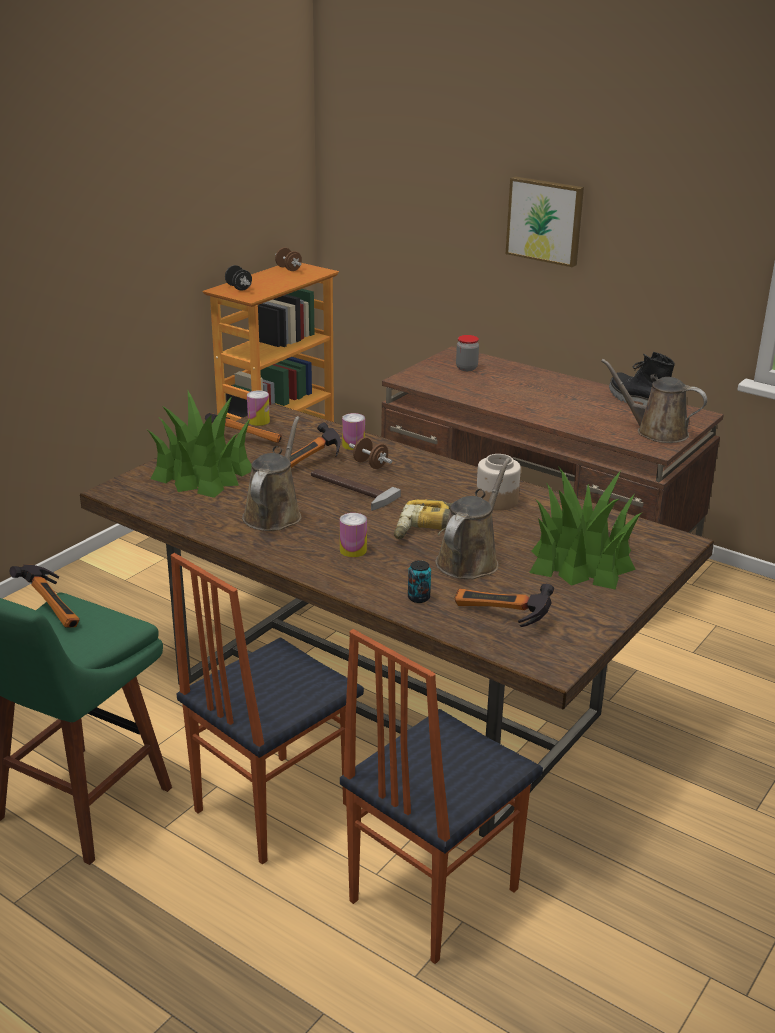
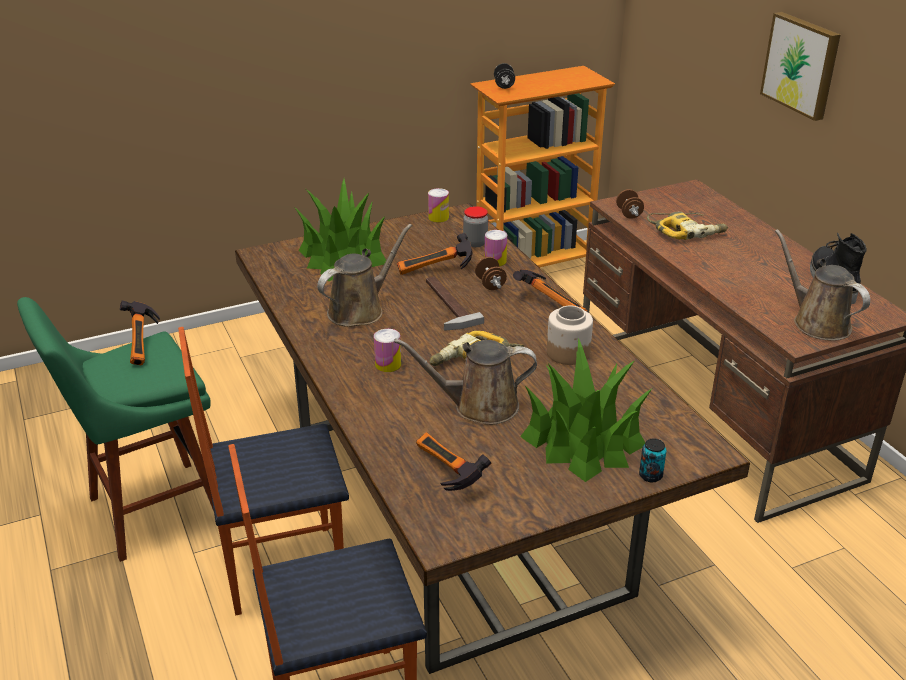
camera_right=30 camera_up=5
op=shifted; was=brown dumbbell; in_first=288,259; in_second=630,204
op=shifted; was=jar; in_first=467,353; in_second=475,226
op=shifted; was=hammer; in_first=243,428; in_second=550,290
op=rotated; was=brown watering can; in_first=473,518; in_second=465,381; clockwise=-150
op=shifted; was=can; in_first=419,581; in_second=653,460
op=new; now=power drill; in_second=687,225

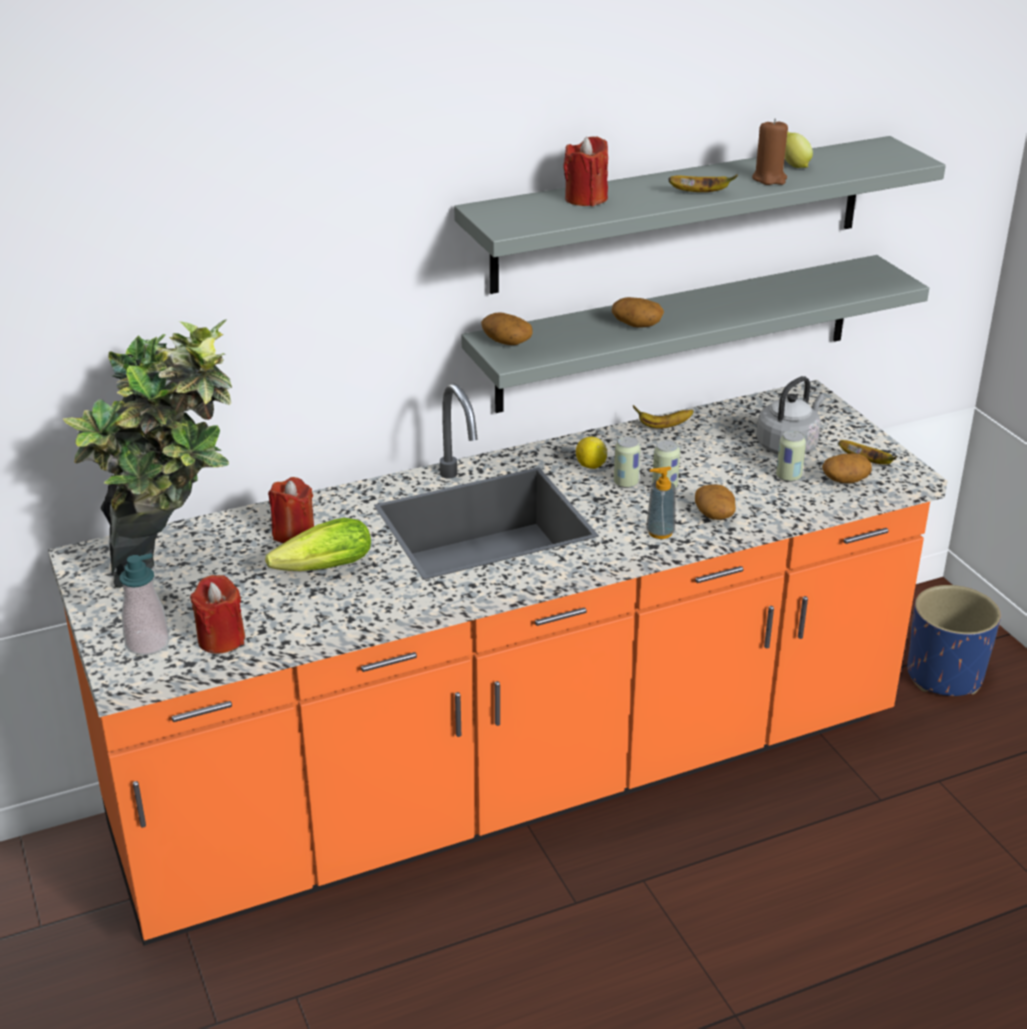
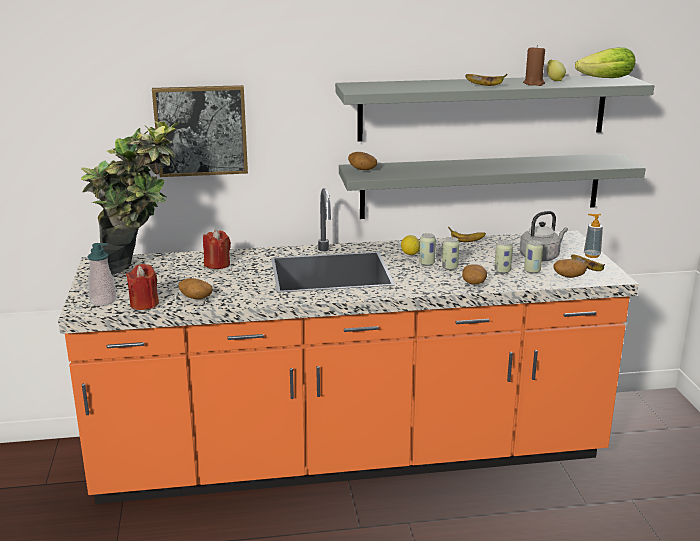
camera_right=15 camera_up=-10
op=gone; was=red candle; in_first=585,171
op=shifted; was=potato; in_first=638,312; in_second=195,288
op=shifted; was=soap dispenser; in_first=661,503; in_second=593,236
op=shifted; was=lettuce; in_first=318,544; in_second=605,62
op=gone; was=blue planter; in_first=954,640
op=new; now=picture; in_second=200,131
op=new; now=can; in_second=503,257

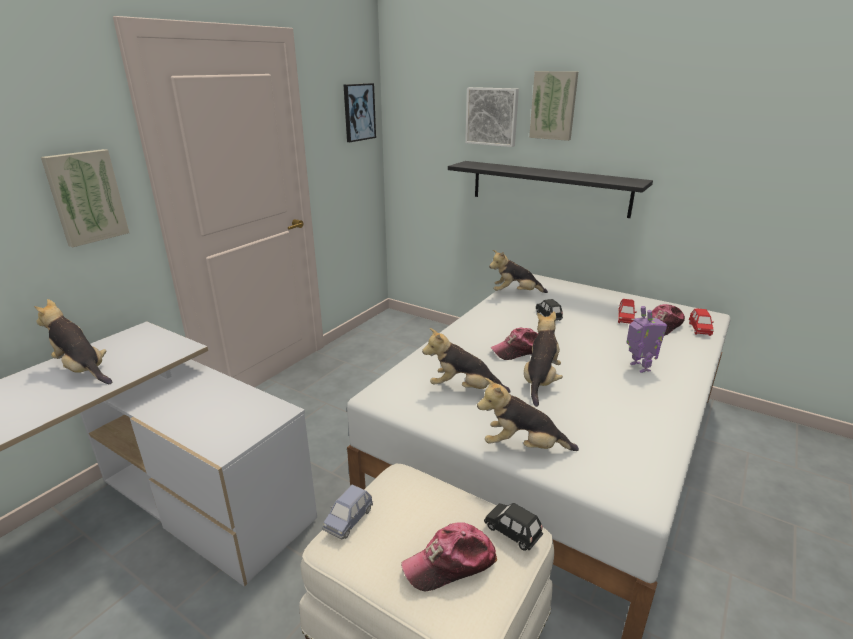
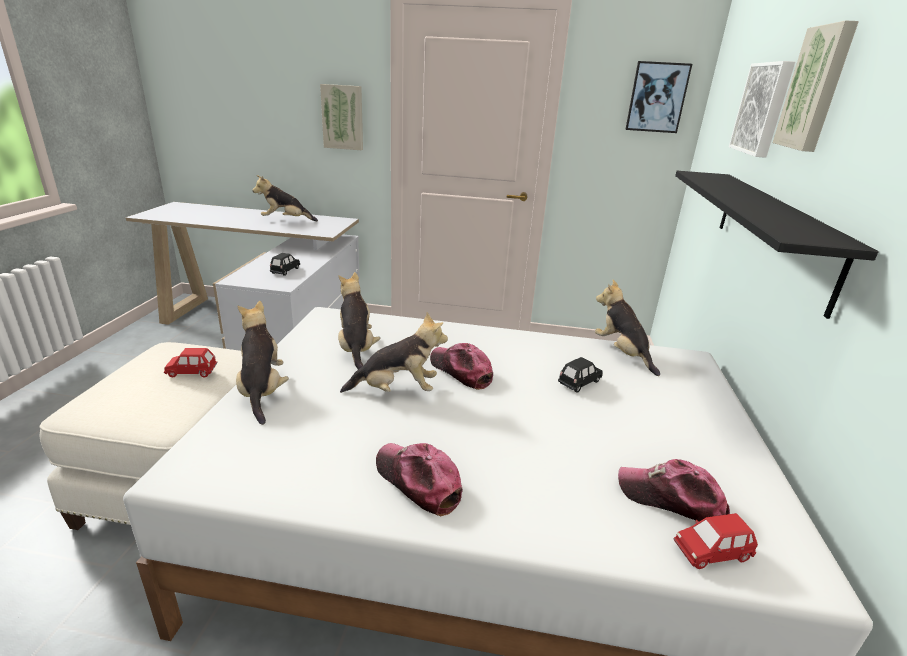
camera_right=65 camera_up=0
op=rotated; was=plush toy; in_first=73,341; in_second=285,198; clockwise=-105
op=shifted; was=red toy car; in_first=627,311; in_second=190,362
op=gone; was=toy robot; in_first=646,339
op=gone; was=blue toy car; in_first=347,511
op=shifted; was=black toy car; in_first=513,527; in_second=285,264
op=shifted; was=cap; in_first=449,556; in_second=419,479

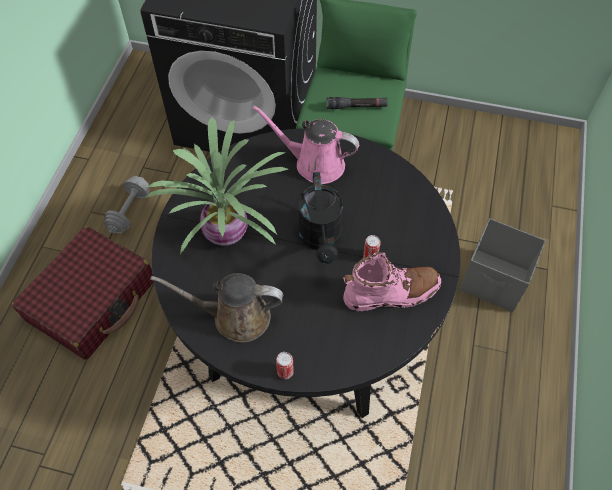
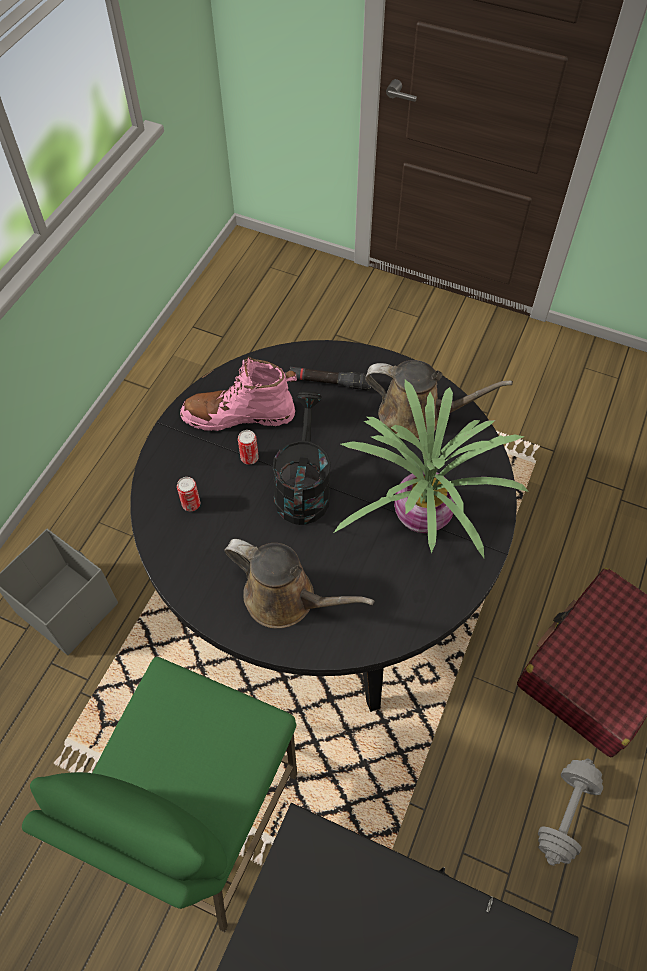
camera_right=-170 camera_up=0
op=shifted; was=black flashlight; in_first=357,103; in_second=330,378
op=repainted; was=pink watering can; now=brown watering can; in_first=305,144; in_second=299,583
op=shifted; was=can; in_first=285,365; in_second=188,494

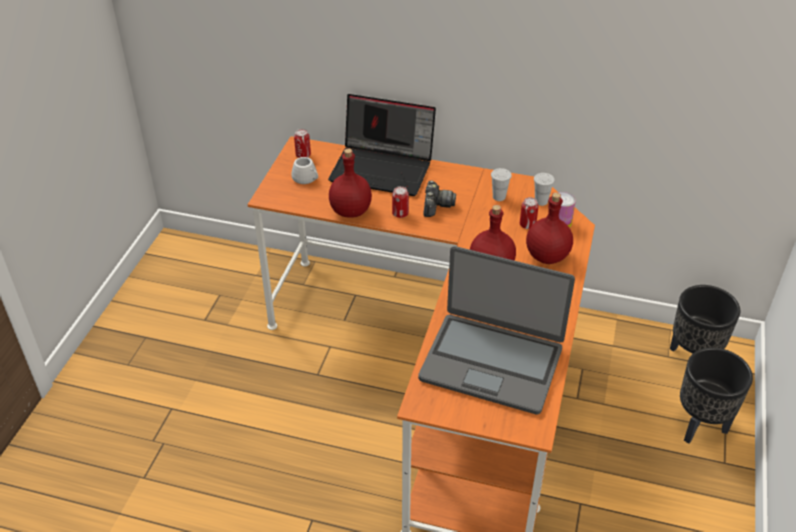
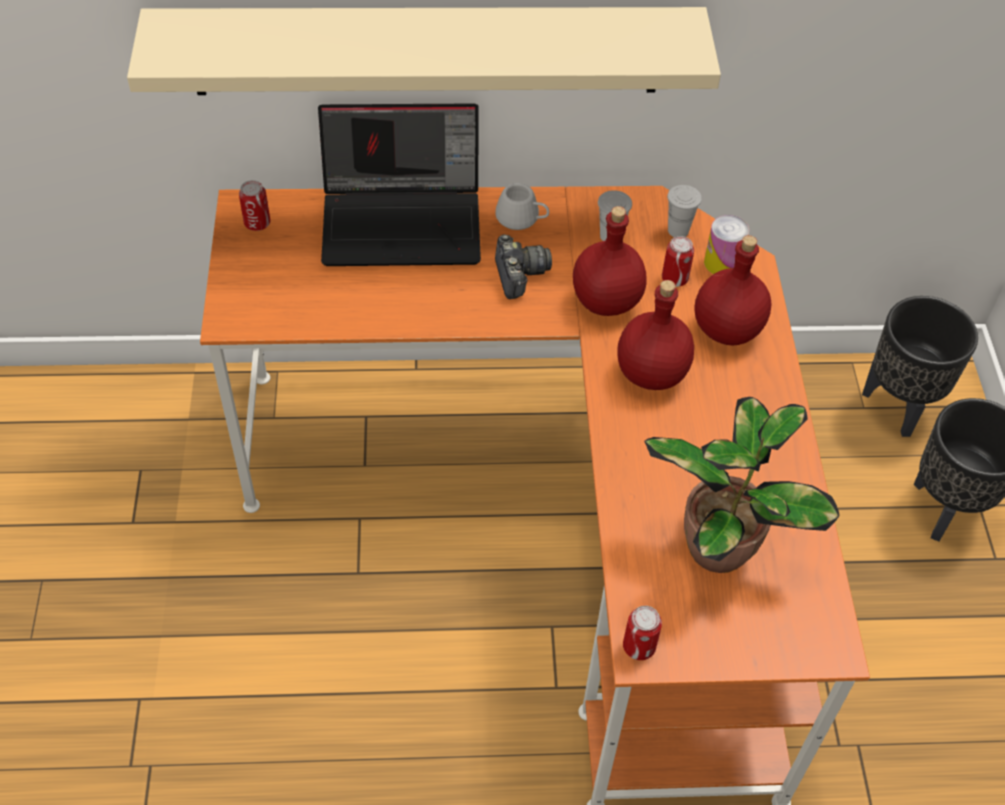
camera_right=-20 camera_up=10
op=shifted; was=red bottle; in_first=350,183; in_second=610,261
op=shifted; was=white mug; in_first=304,170; in_second=522,206
op=shifted; was=can; in_first=400,202; in_second=642,633
op=swapped; was=laptop; now=potted plant; in_first=496,330; in_second=742,485
op=new; now=beige shelf; in_second=424,51

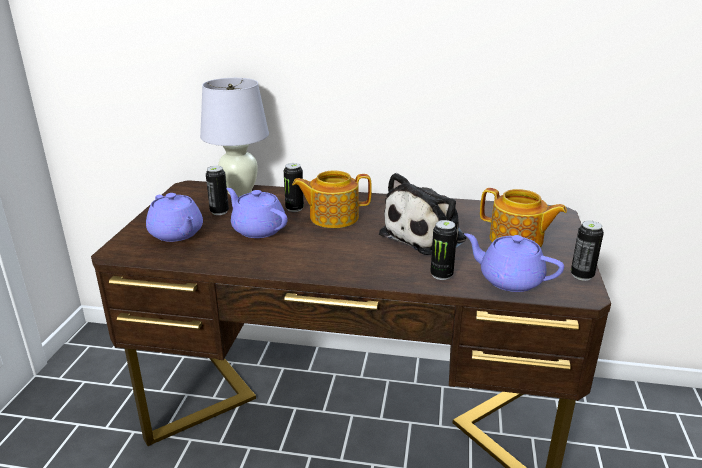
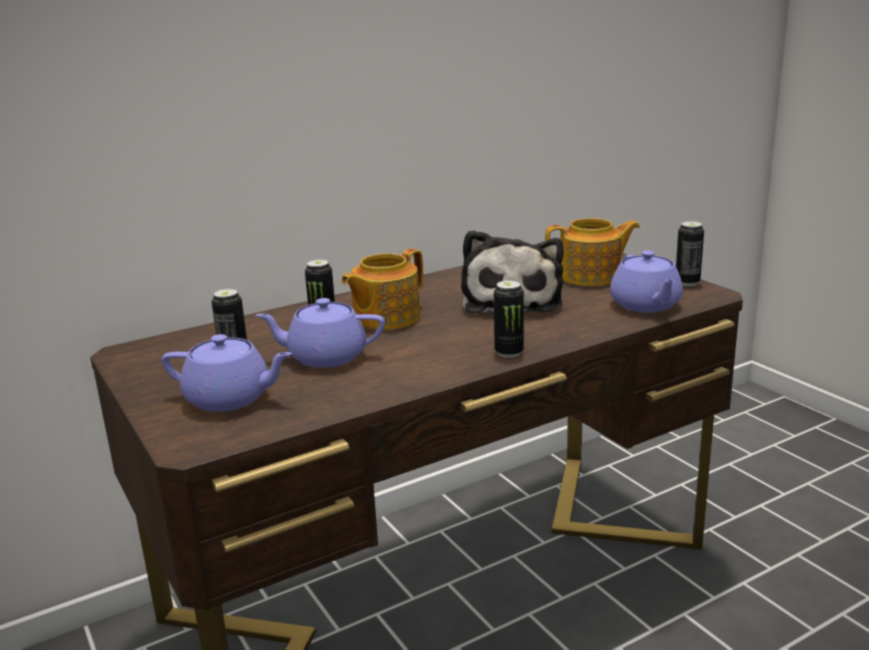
camera_right=-40 camera_up=-5
op=gone; was=white table lamp; in_first=234,137
op=shifted; was=can; in_first=443,250; in_second=509,319
op=rotated; was=purple teapot; in_first=514,262; in_second=646,281; clockwise=-90

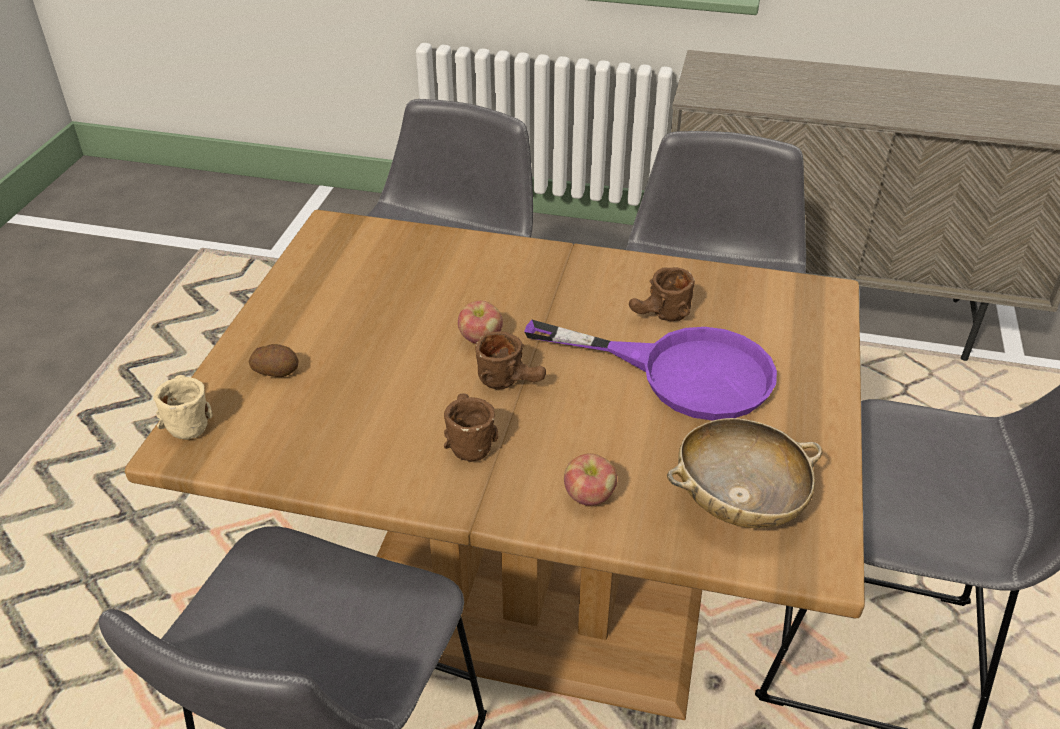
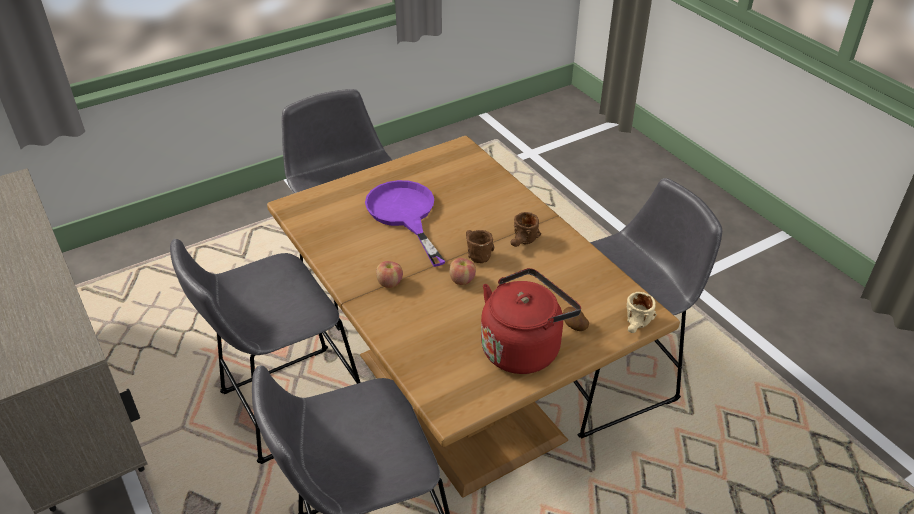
camera_right=-135 camera_up=0
op=gone; was=brown mug; in_first=662,294
op=gone; was=beige bowl; in_first=745,473
op=shifted; was=apple; in_first=590,479; in_second=389,274
op=new; now=red kettle; in_second=531,321

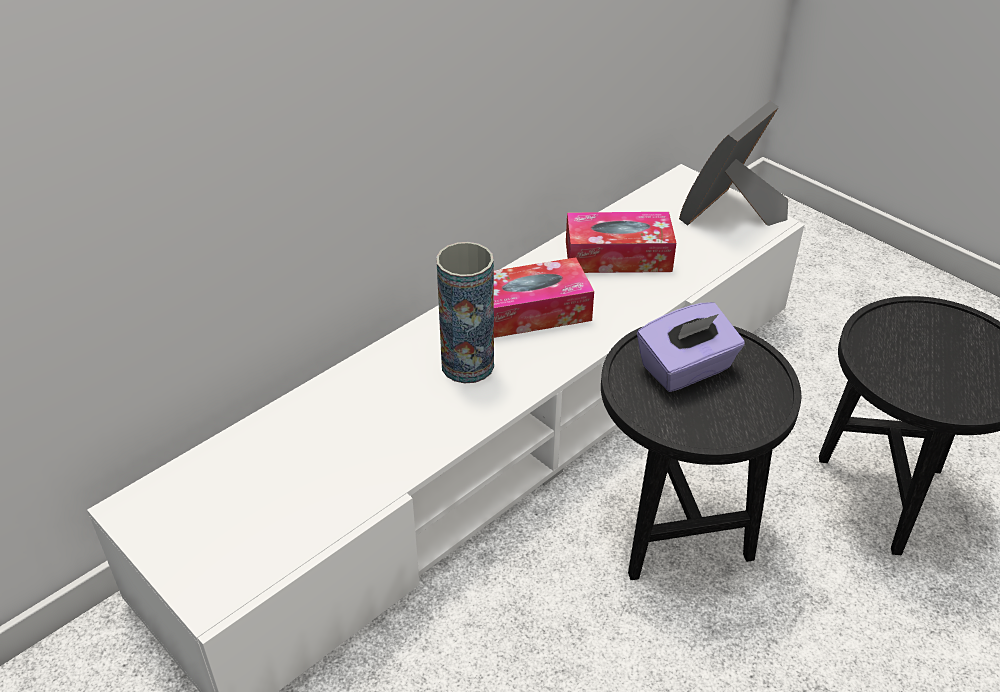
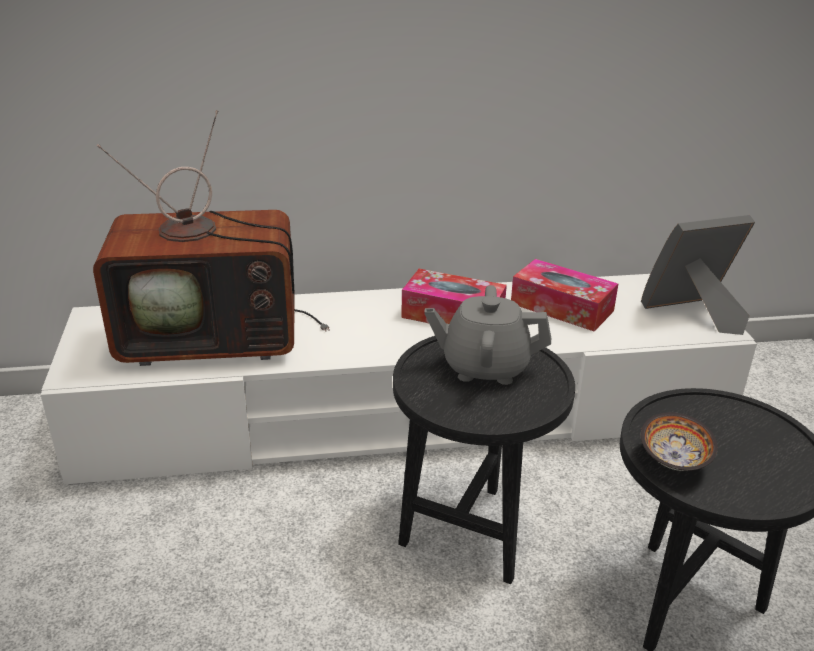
camera_right=35 camera_up=-10
op=gone; was=vase; in_first=465,312
op=swapped; was=purple tissue box; now=grey teapot; in_first=690,347; in_second=487,335
op=new; now=television; in_second=211,238
op=new; now=bowl; in_second=679,441

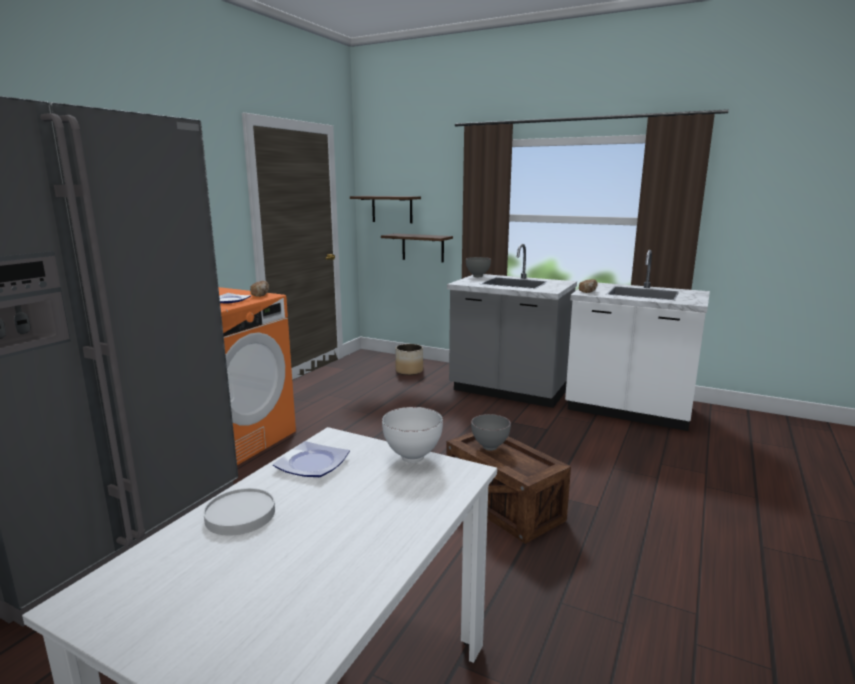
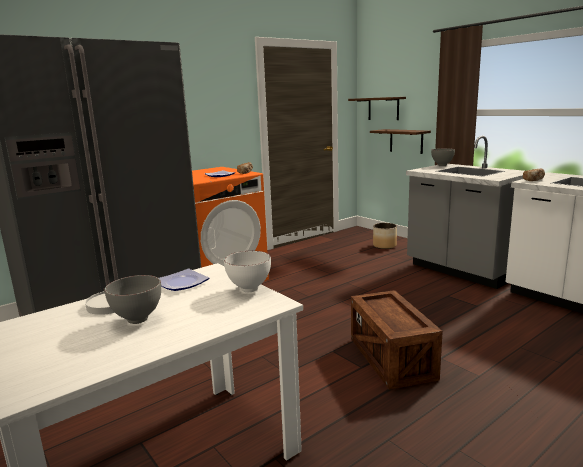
camera_right=25 camera_up=0
op=shifted; was=grey bowl; in_first=491,432; in_second=132,299

